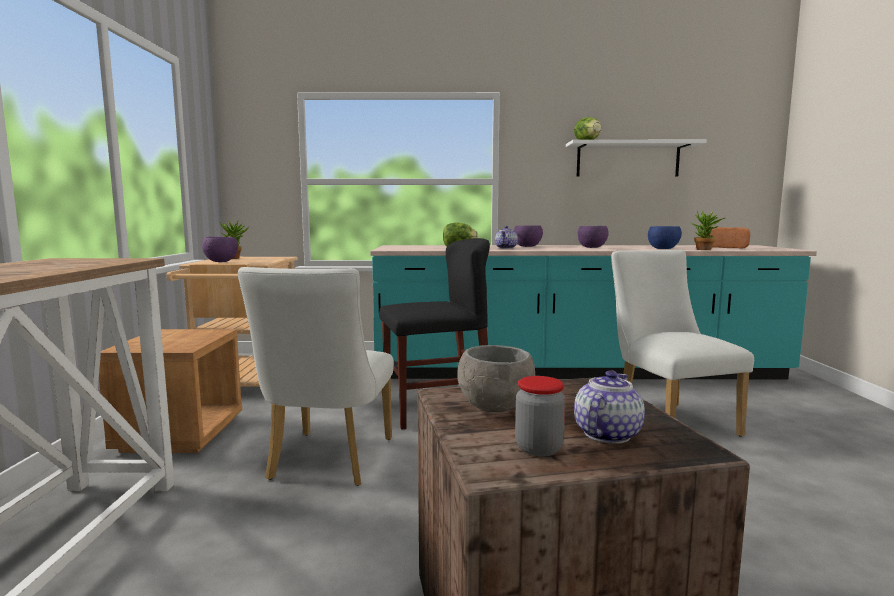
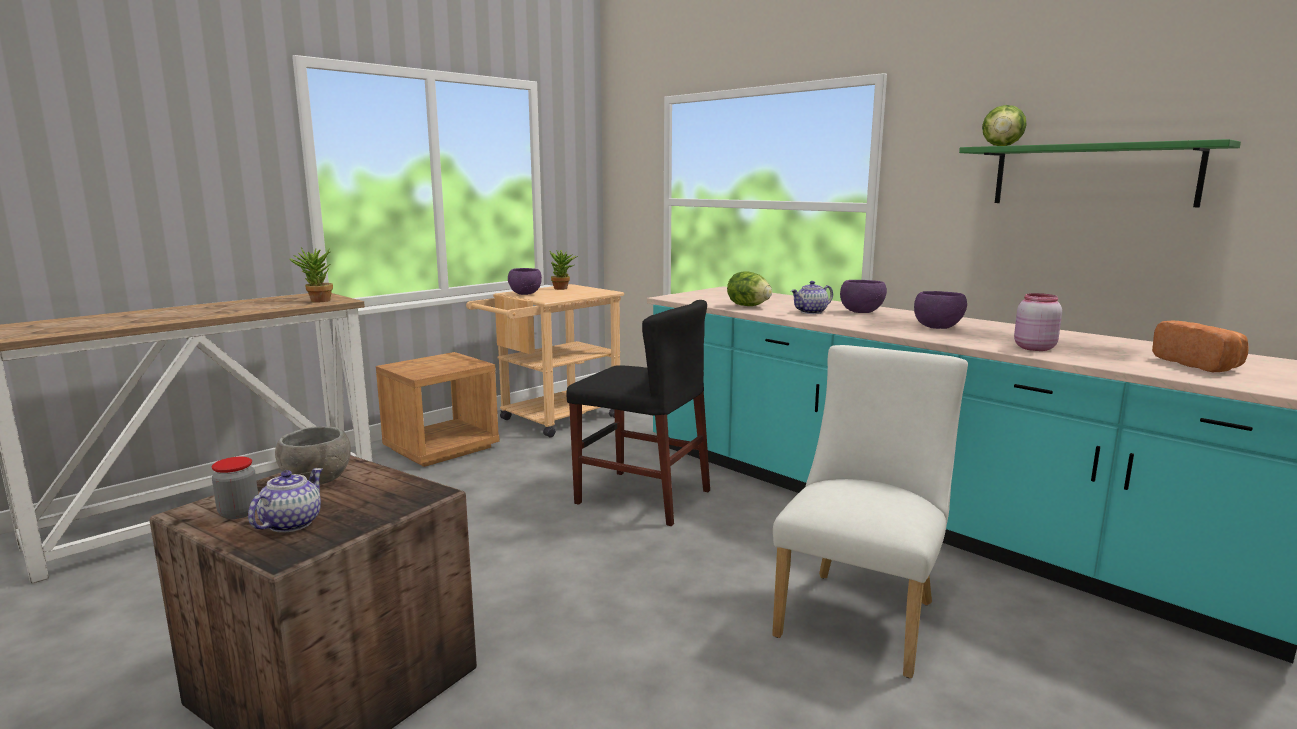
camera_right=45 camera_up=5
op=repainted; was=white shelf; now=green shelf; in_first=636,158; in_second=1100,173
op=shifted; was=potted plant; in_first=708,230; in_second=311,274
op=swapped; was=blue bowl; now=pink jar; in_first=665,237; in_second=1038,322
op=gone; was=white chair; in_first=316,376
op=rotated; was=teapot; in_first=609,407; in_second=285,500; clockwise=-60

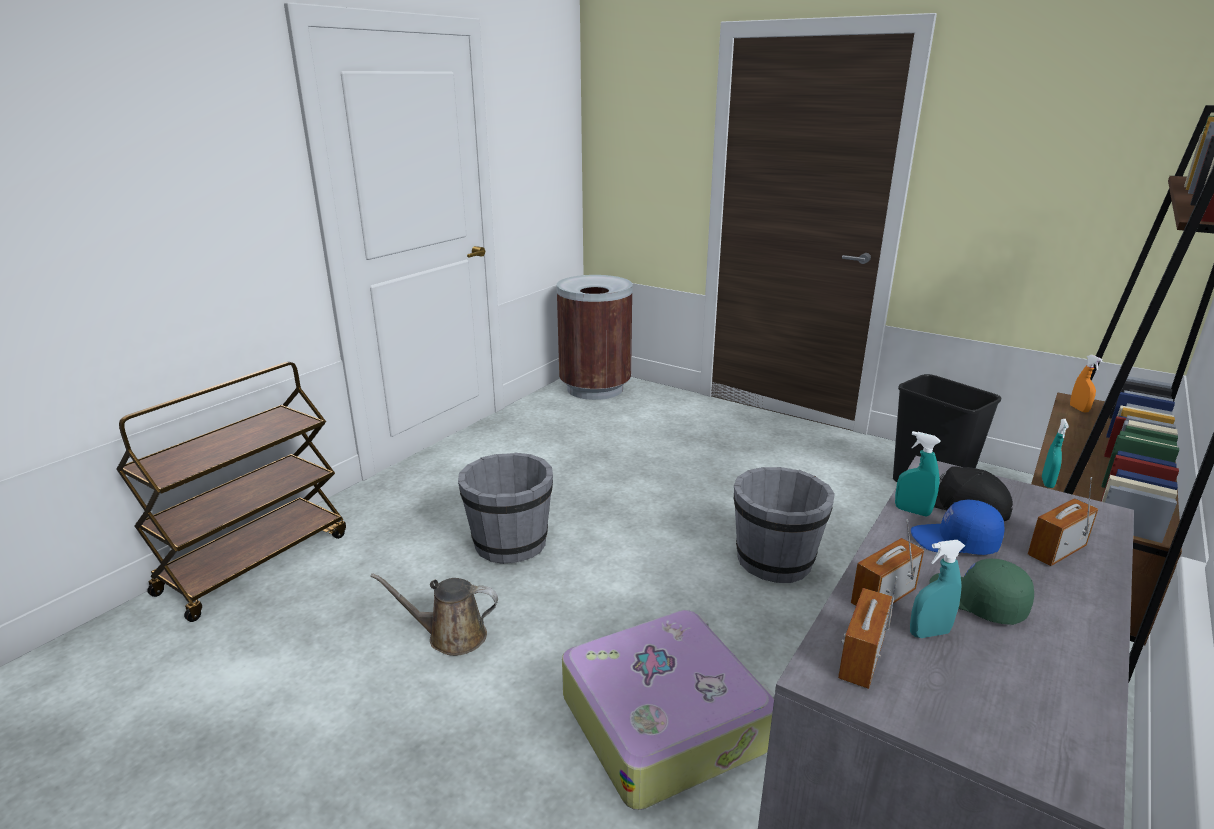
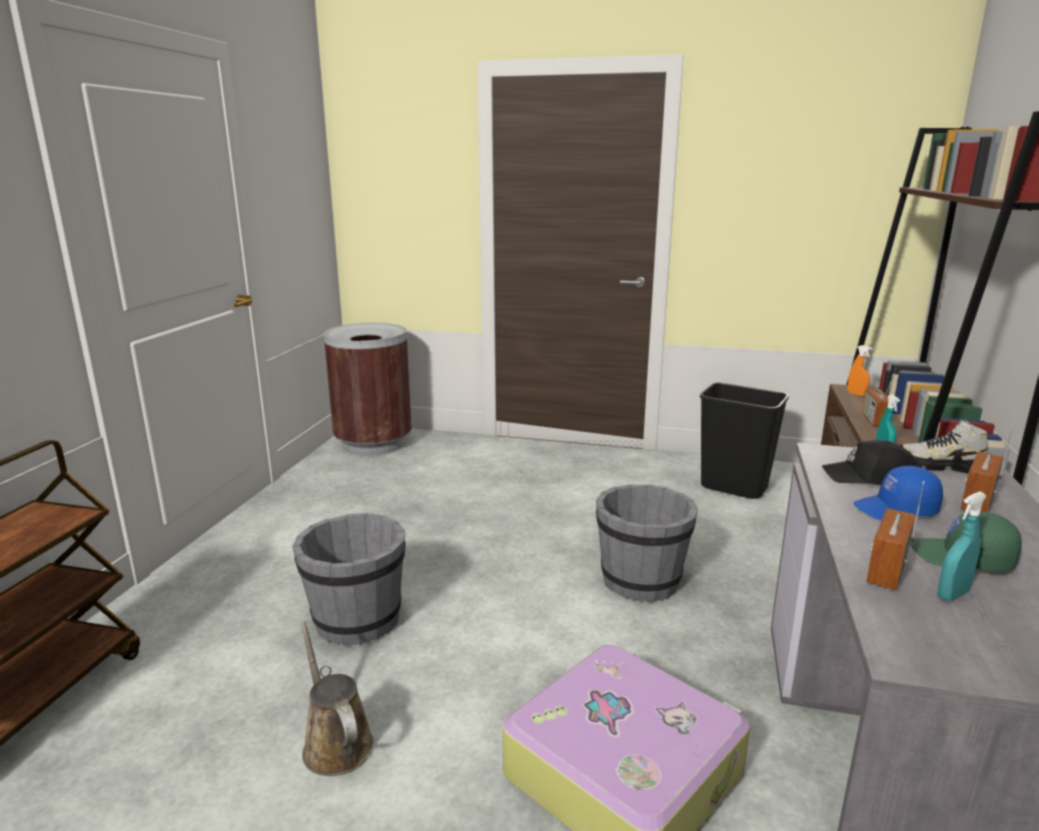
camera_right=-20 camera_up=-5
op=gone; was=turquoise spray bottle; in_first=918,474
op=rotated; was=brown watering can; in_first=434,614; in_second=337,698; clockwise=75
op=shifted; was=radio; in_first=868,632; in_second=879,397
op=new; now=shoe; in_second=944,446

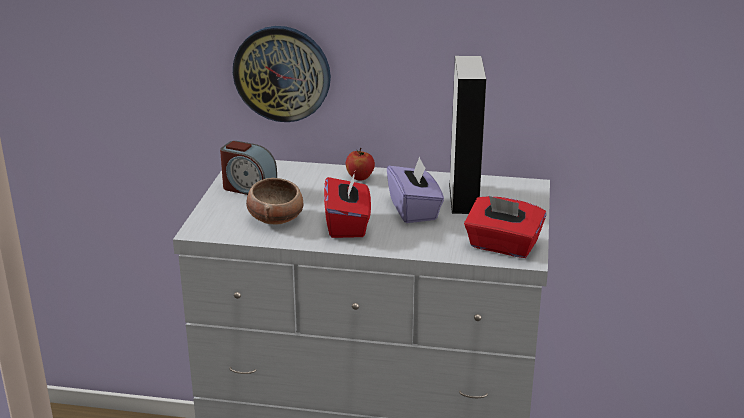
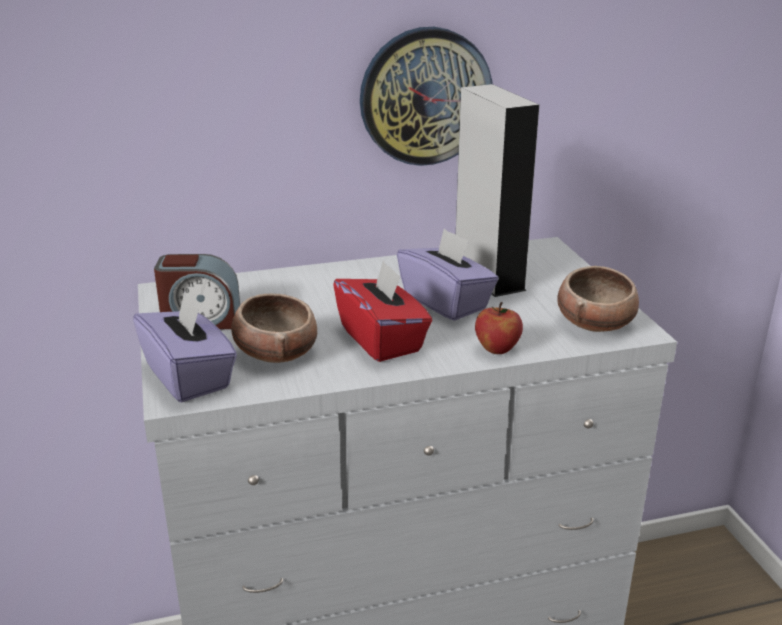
camera_right=-25 camera_up=0
op=shifted; was=wall clock; in_first=282,74; in_second=426,96
op=shifted; was=apple; in_first=360,164; in_second=499,328
op=swapped; was=red tissue box; now=bowl; in_first=505,227; in_second=598,299
op=new; now=purple tissue box; in_second=185,346

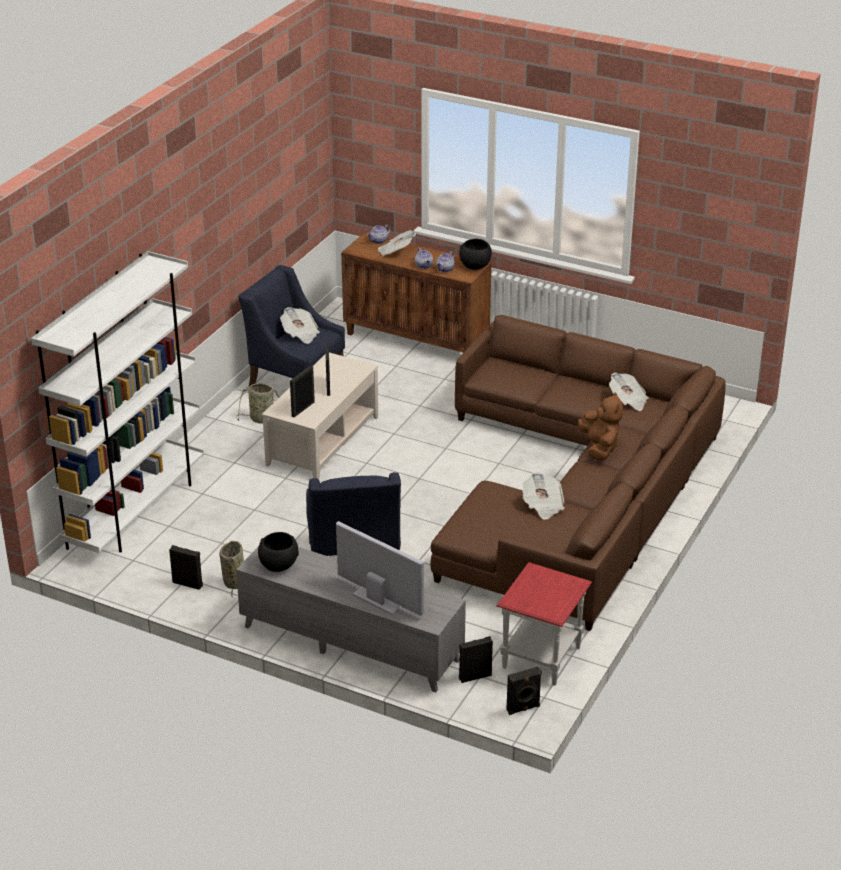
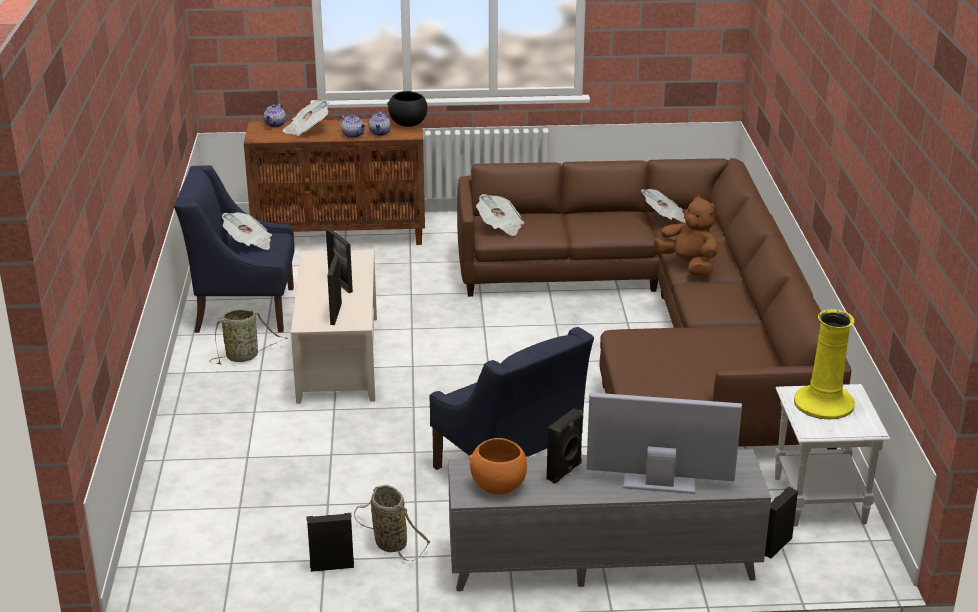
camera_right=-30 camera_up=-5
op=gone; was=white bookcase; in_first=117,402
op=shifted; was=newspaper; in_first=544,496; in_second=500,215
op=repainted; was=black bowl; now=orange bowl; in_first=278,552; in_second=498,466
op=repainted; was=red side table; now=white side table; in_first=544,624; in_second=832,455
op=shifted; was=black speaker; in_first=524,691; in_second=565,446
op=new; now=yellow vase; in_second=824,364

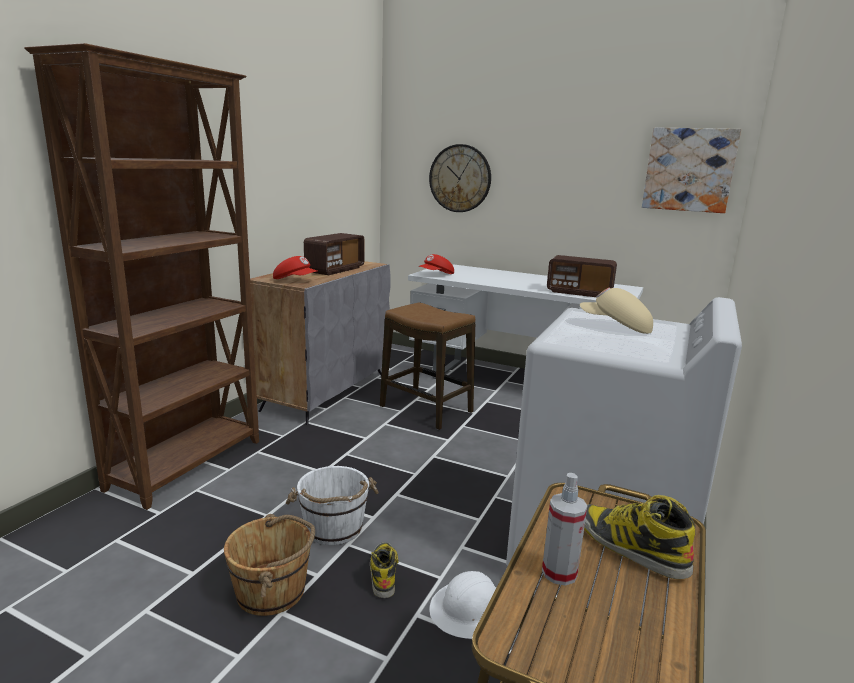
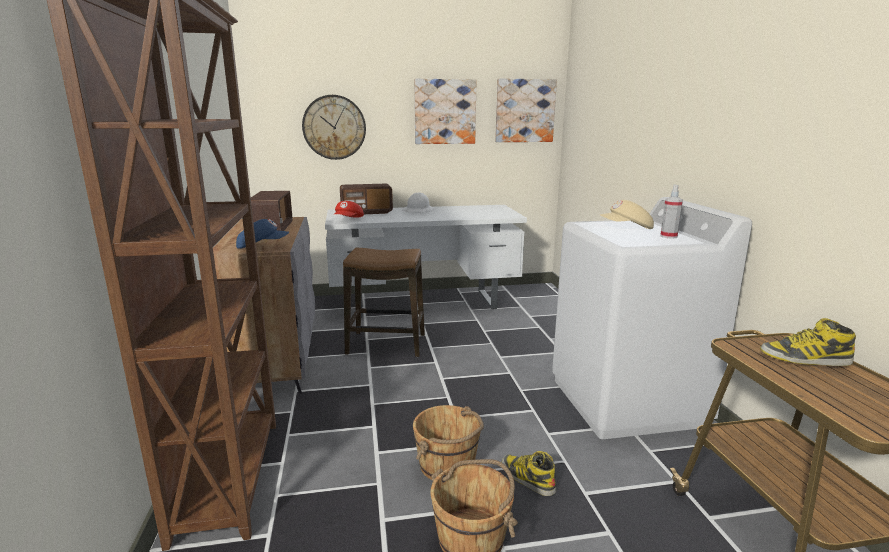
camera_right=-35 camera_up=0
op=shifted; was=radio; in_first=582,276; in_second=366,199
op=repainted; was=red cap; now=blue cap; in_first=295,267; in_second=262,234
op=repainted; was=white bucket; now=brown bucket; in_first=332,505; in_second=448,442
op=shifted; was=spray bottle; in_first=564,529; in_second=671,211
op=shifted; was=white hard hat; in_first=462,605; in_second=418,202
op=new; now=picture; in_second=445,111

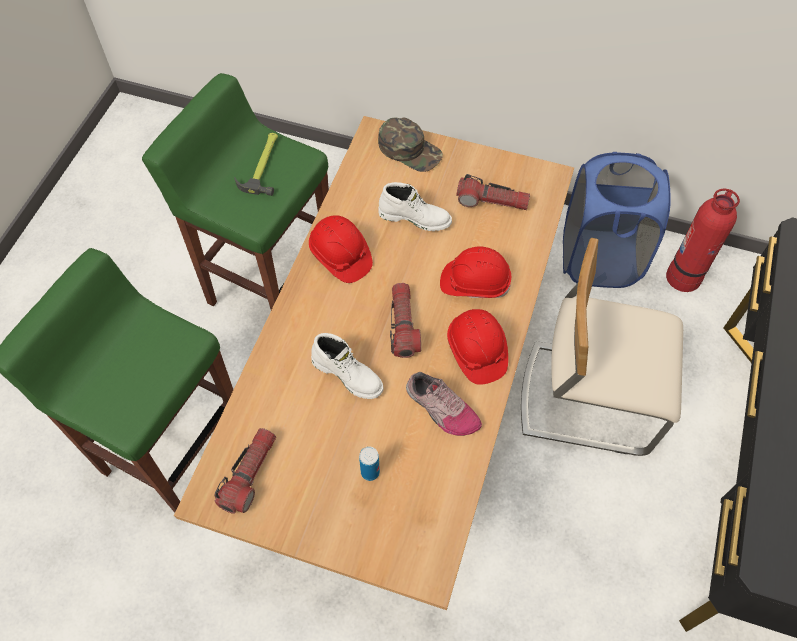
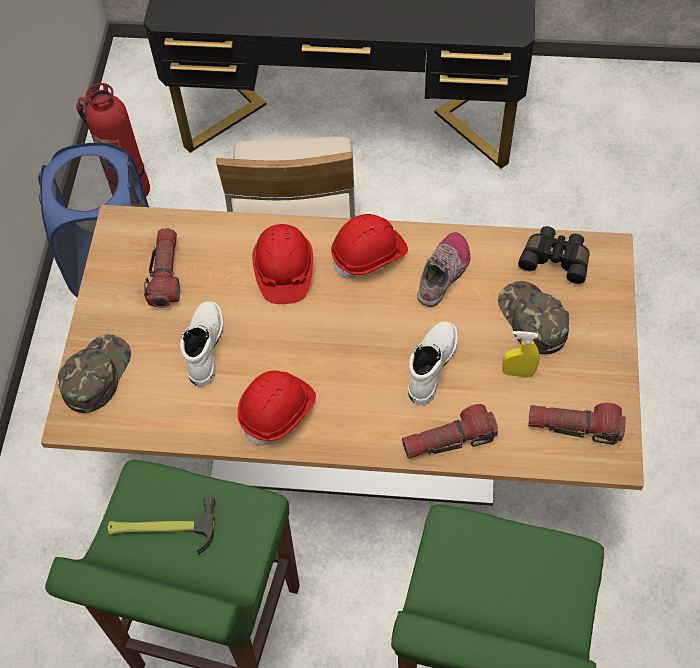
camera_right=-100 camera_up=0
op=shifted; was=flashlight; in_first=405,320; in_second=450,431
op=swapped; was=can; now=green cap; in_first=369,464; in_second=533,317
op=new; now=black binoculars; in_second=554,255
op=new; now=yellow spray bottle; in_second=521,354

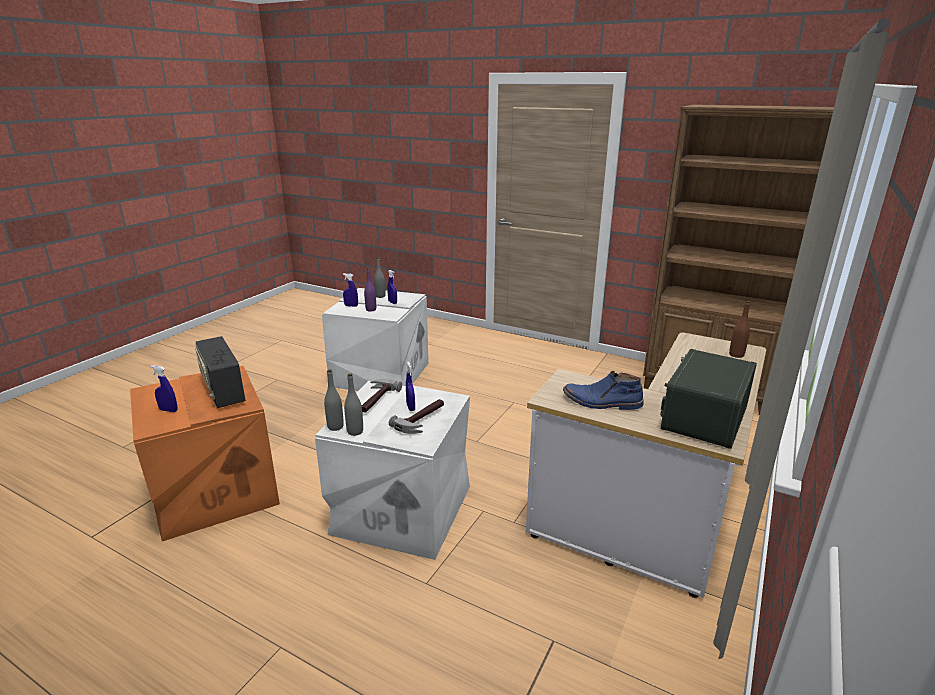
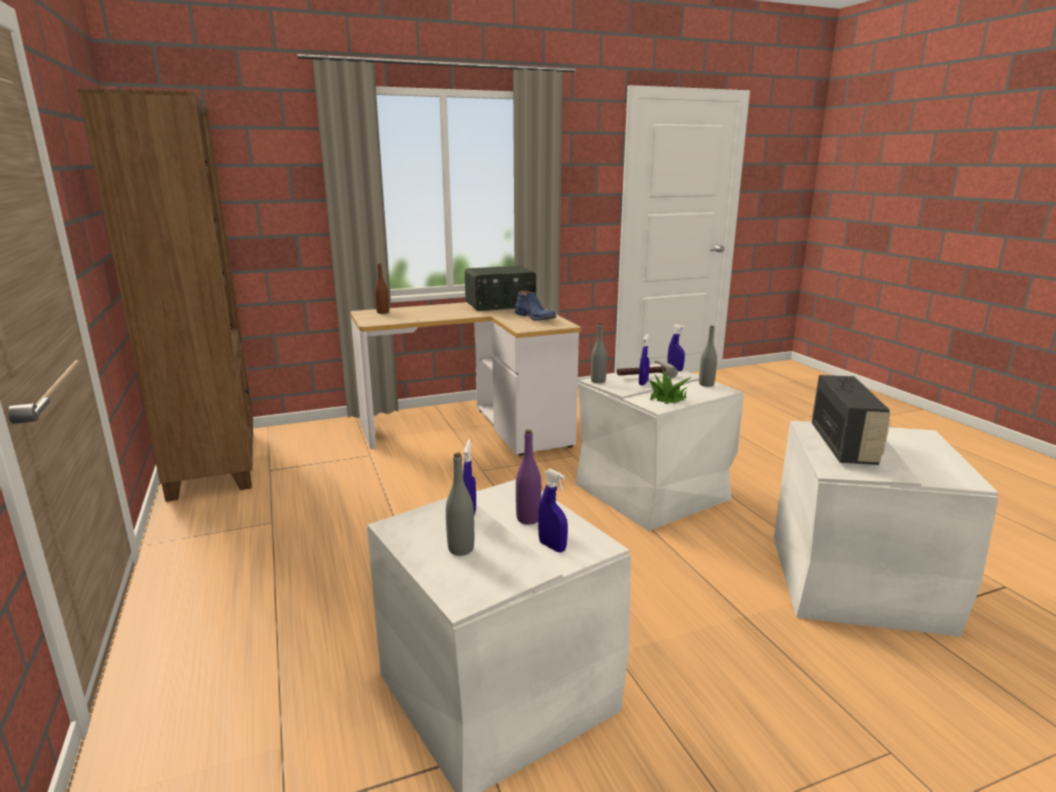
camera_right=-140 camera_up=-5
op=shifted; was=blue spray bottle; in_first=163,388; in_second=676,347
op=repainted; was=orange storage box; now=white storage box; in_first=205,453; in_second=886,529
op=shifted; was=grey bottle; in_first=334,400; in_second=599,353
op=swapped; was=hammer; now=potted plant; in_first=382,395; in_second=669,385

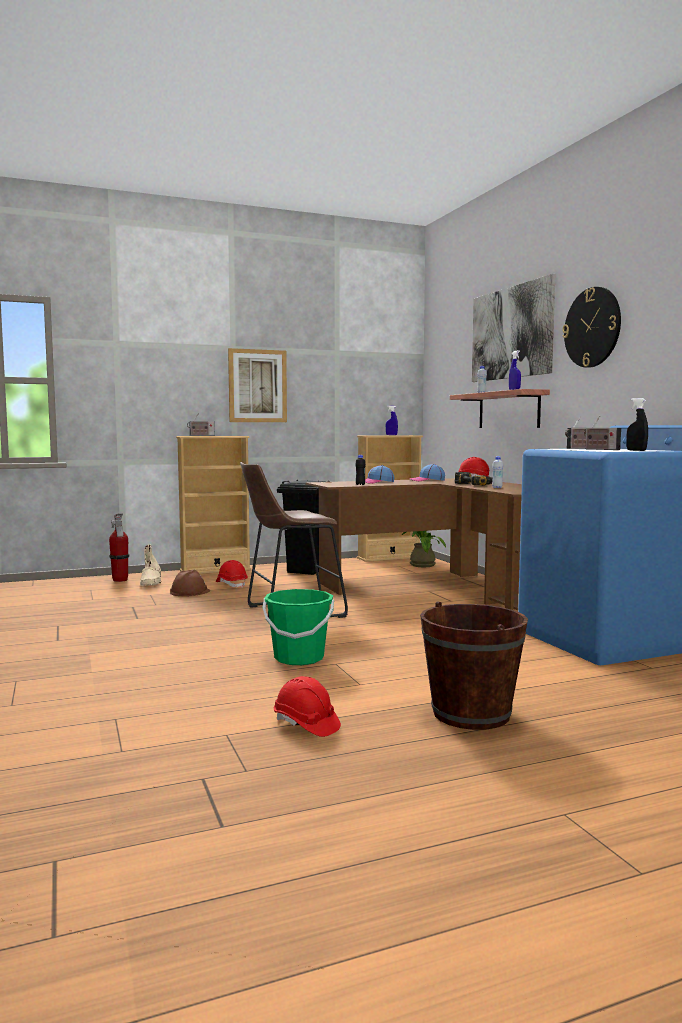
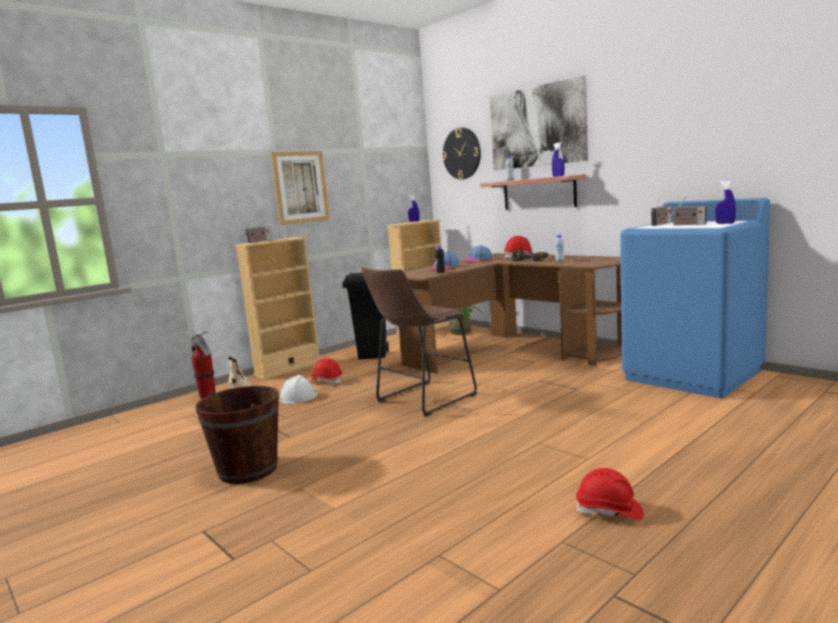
camera_right=-20 camera_up=5
op=shifted; was=wall clock; in_first=591,327; in_second=461,153
op=repainted; was=black spray bottle; now=blue spray bottle; in_first=637,424; in_second=725,202
op=repainted; was=brown hard hat; now=white hard hat; in_first=190,582; in_second=299,389
op=gone; was=green bucket; in_first=298,627
op=shifted; was=brown bucket; in_first=474,665; in_second=237,435

